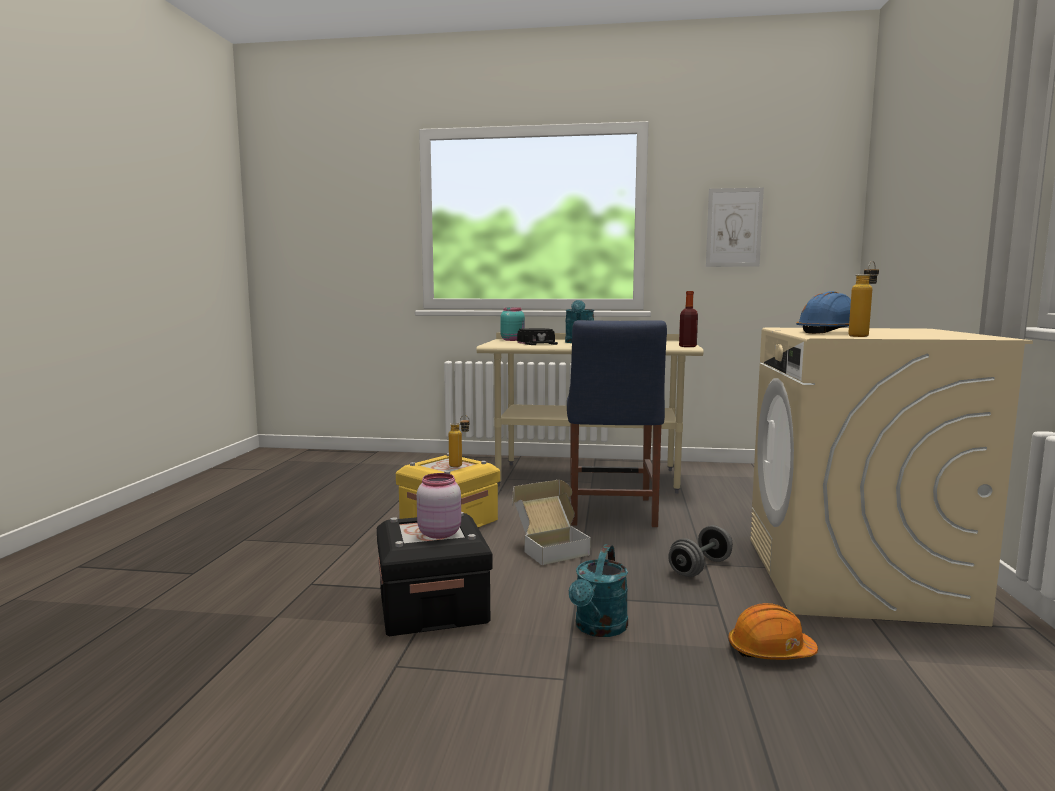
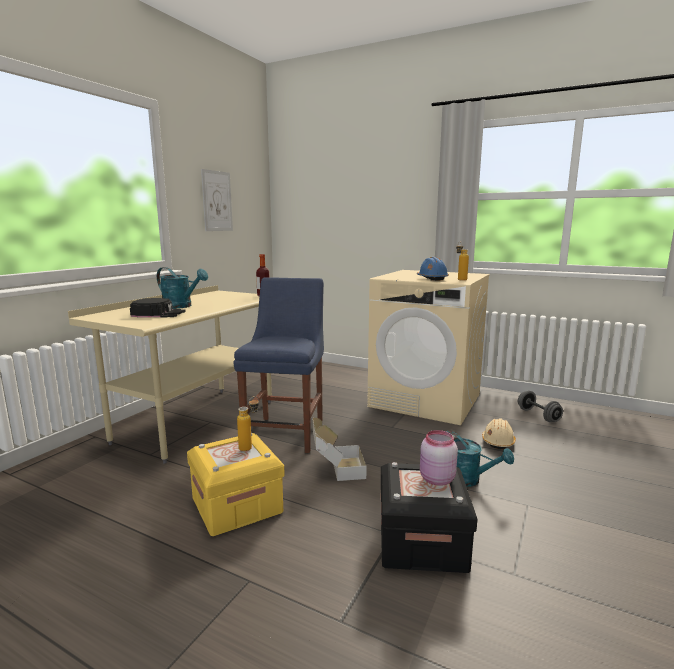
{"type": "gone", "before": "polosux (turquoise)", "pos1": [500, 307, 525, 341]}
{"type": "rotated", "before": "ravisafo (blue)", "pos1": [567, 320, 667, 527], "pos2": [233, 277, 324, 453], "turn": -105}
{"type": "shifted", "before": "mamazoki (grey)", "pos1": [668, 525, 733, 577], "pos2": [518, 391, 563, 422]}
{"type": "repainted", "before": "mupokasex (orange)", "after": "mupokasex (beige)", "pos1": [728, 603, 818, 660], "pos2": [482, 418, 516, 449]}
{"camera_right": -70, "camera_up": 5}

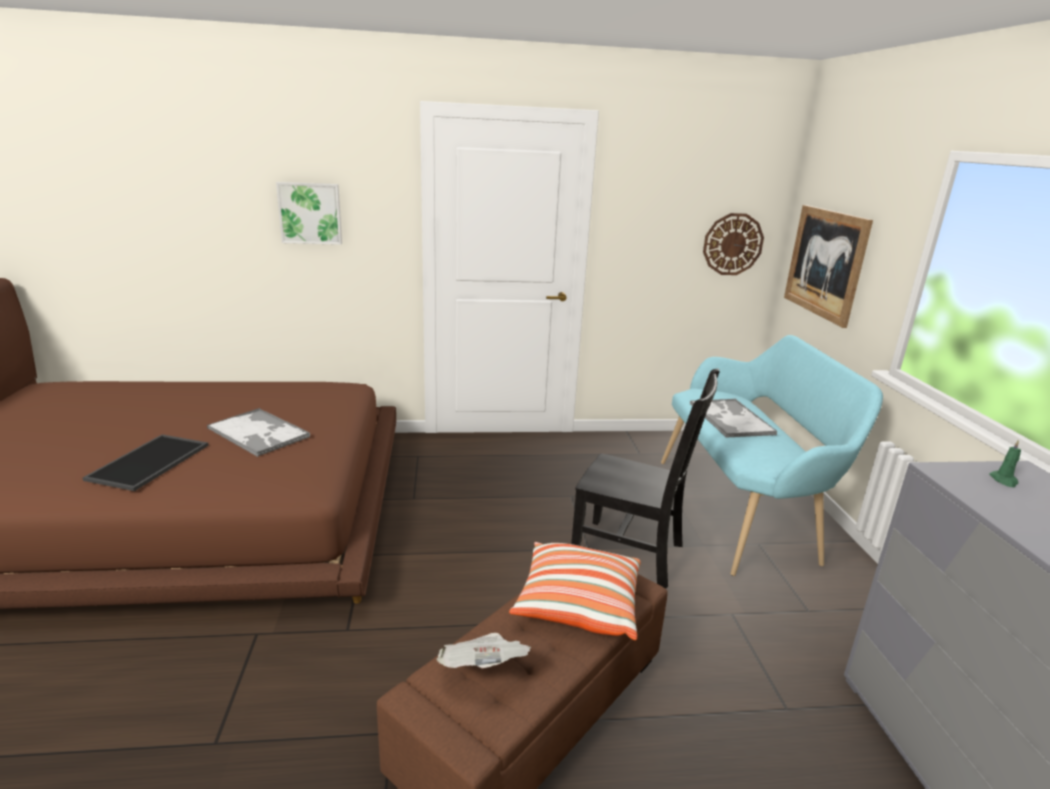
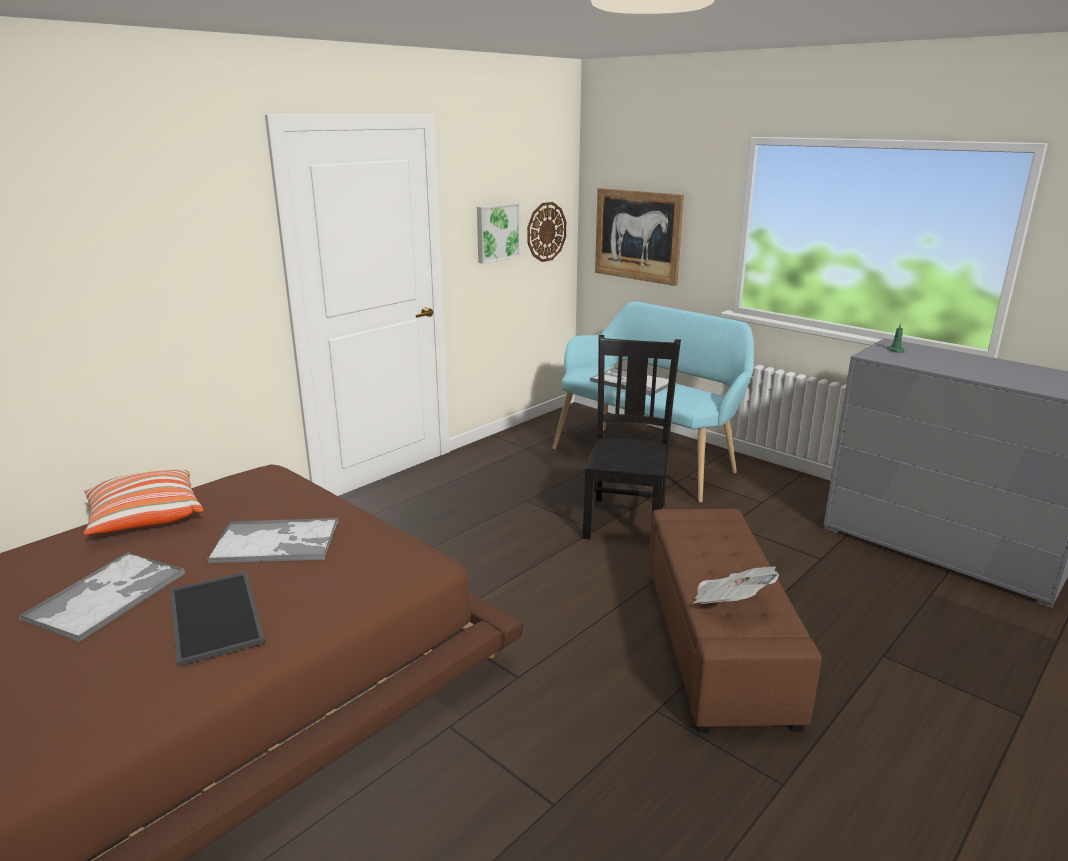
{"type": "shifted", "before": "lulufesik", "pos1": [276, 182, 342, 245], "pos2": [477, 203, 520, 264]}
{"type": "shifted", "before": "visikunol", "pos1": [509, 542, 640, 640], "pos2": [84, 470, 204, 535]}
{"type": "rotated", "before": "ravisafo (black)", "pos1": [571, 369, 720, 589], "pos2": [582, 335, 681, 539], "turn": -60}
{"type": "new", "after": "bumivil", "pos2": [19, 552, 185, 643]}
{"camera_right": -40, "camera_up": 0}

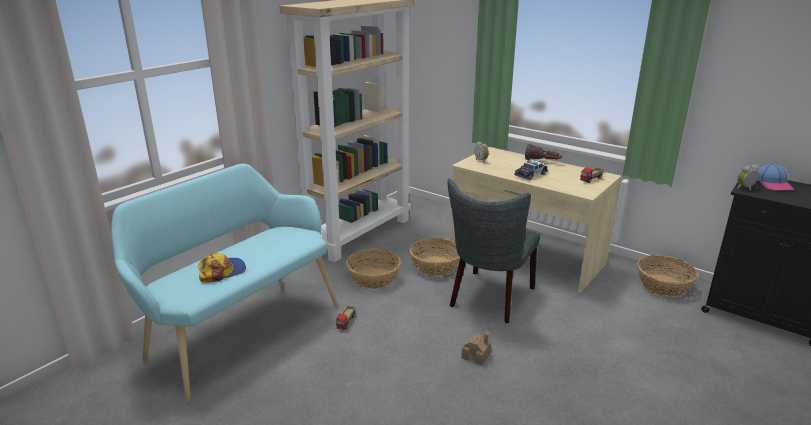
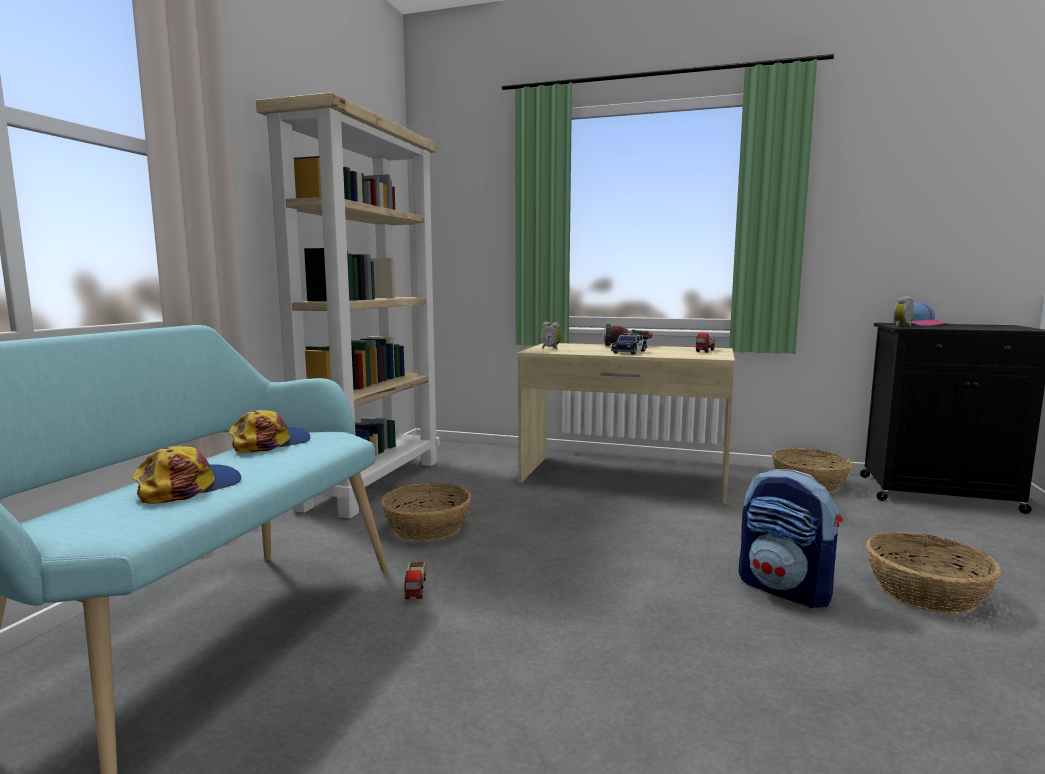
{"type": "shifted", "before": "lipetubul", "pos1": [410, 238, 460, 276], "pos2": [866, 532, 1001, 614]}
{"type": "gone", "before": "ravisafo (grey)", "pos1": [448, 178, 540, 323]}
{"type": "gone", "before": "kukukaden", "pos1": [461, 330, 491, 365]}
{"type": "new", "after": "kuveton", "pos2": [228, 410, 310, 453]}
{"type": "new", "after": "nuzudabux", "pos2": [738, 469, 843, 608]}
{"camera_right": -20, "camera_up": -15}

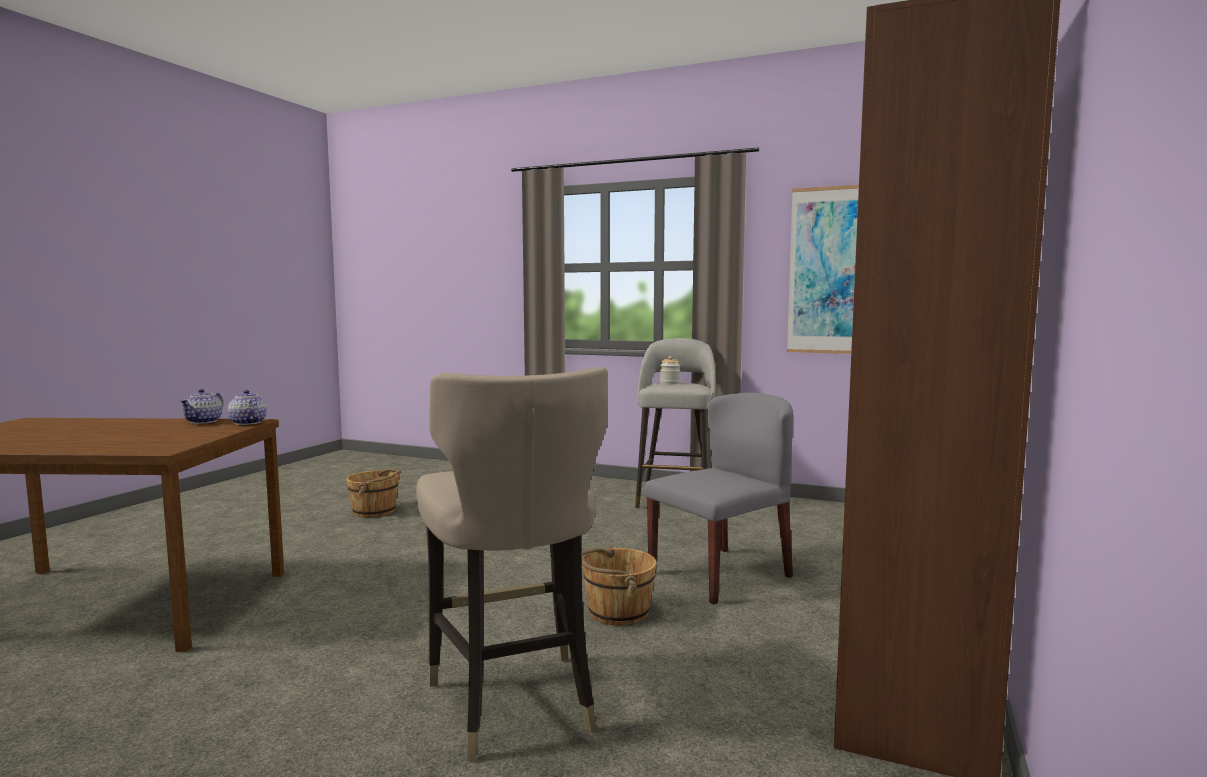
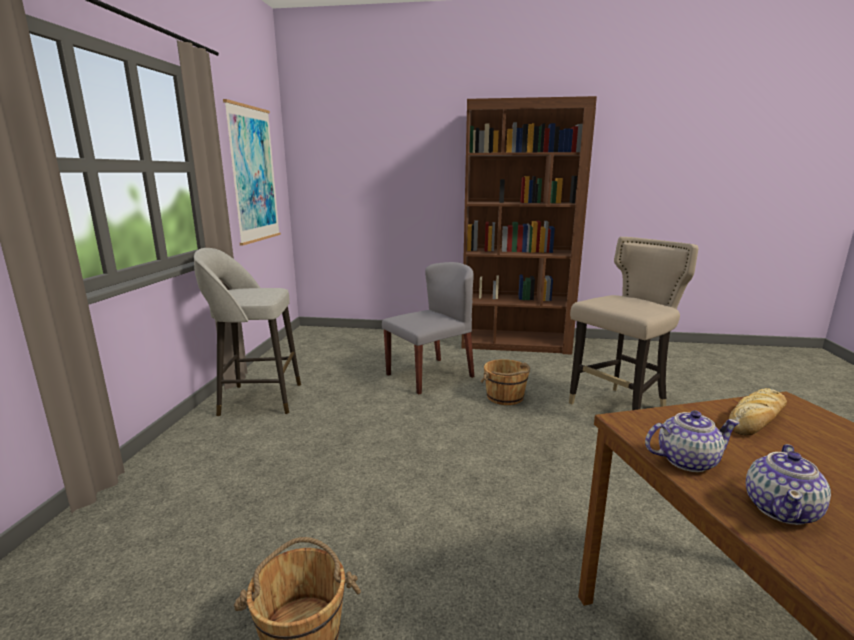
{"type": "shifted", "before": "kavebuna", "pos1": [228, 390, 267, 425], "pos2": [746, 444, 831, 525]}
{"type": "rotated", "before": "ravisafo (grey)", "pos1": [644, 393, 793, 605], "pos2": [382, 262, 474, 394], "turn": 105}
{"type": "gone", "before": "polosux", "pos1": [660, 356, 681, 384]}
{"type": "new", "after": "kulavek", "pos2": [729, 388, 787, 435]}
{"camera_right": -105, "camera_up": 10}

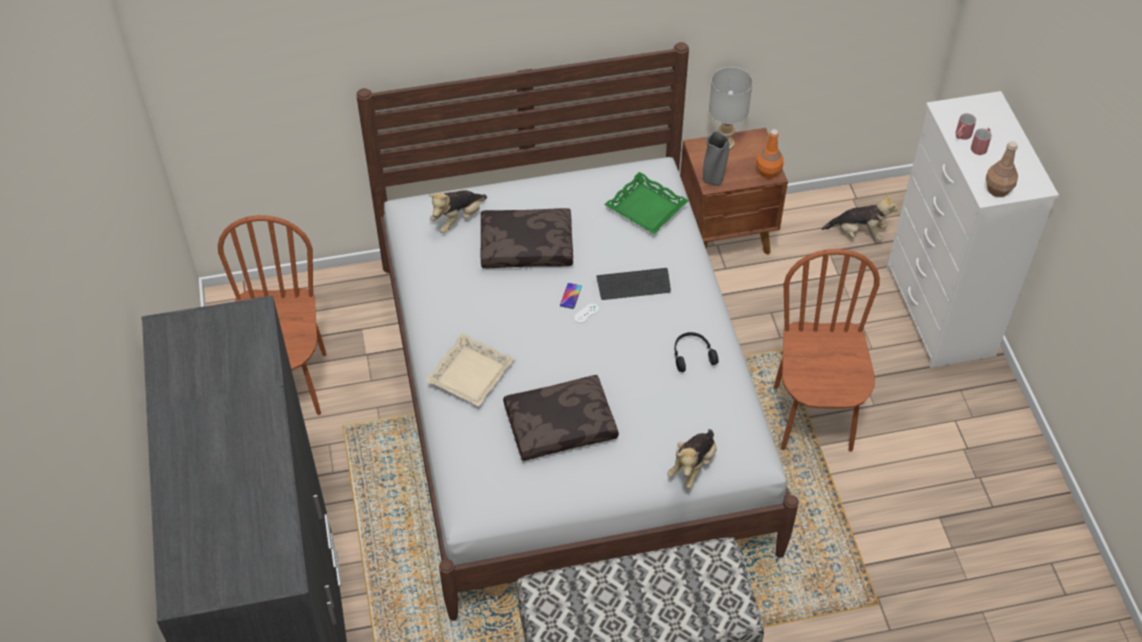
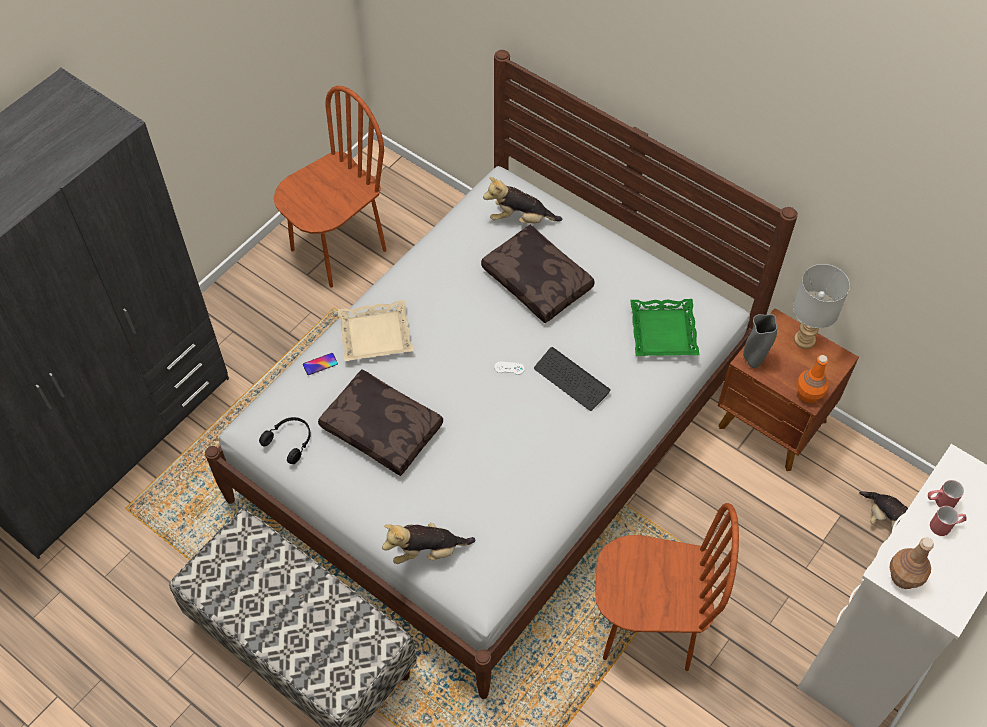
{"type": "shifted", "before": "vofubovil", "pos1": [560, 283, 582, 309], "pos2": [303, 353, 338, 375]}
{"type": "shifted", "before": "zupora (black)", "pos1": [675, 332, 719, 372], "pos2": [259, 417, 311, 464]}
{"type": "rotated", "before": "ravisafo (brown)", "pos1": [774, 249, 880, 452], "pos2": [595, 503, 739, 671], "turn": 45}
{"camera_right": 50, "camera_up": 5}

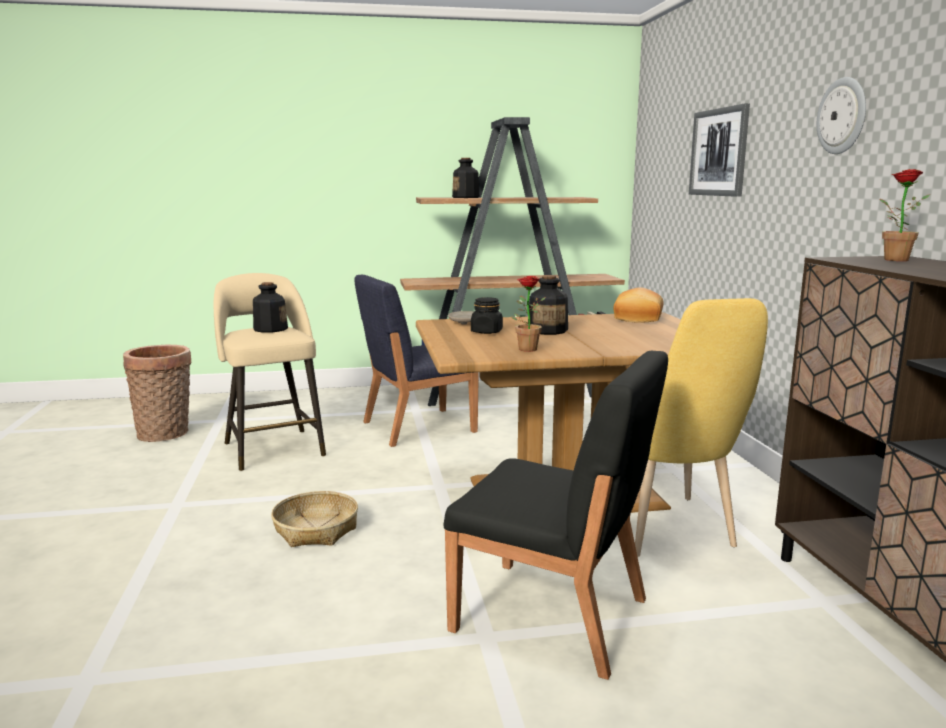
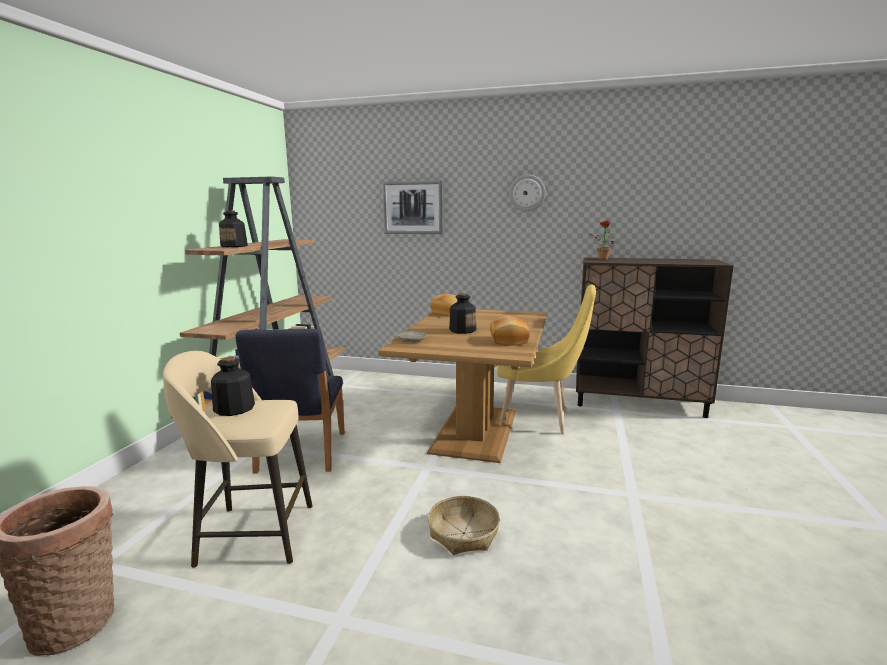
{"type": "gone", "before": "ravisafo (black)", "pos1": [444, 351, 668, 680]}
{"type": "gone", "before": "polosux (black)", "pos1": [471, 297, 503, 334]}
{"type": "swapped", "before": "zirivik", "after": "kulavek", "pos1": [511, 276, 546, 352], "pos2": [490, 316, 530, 346]}
{"camera_right": -65, "camera_up": 0}

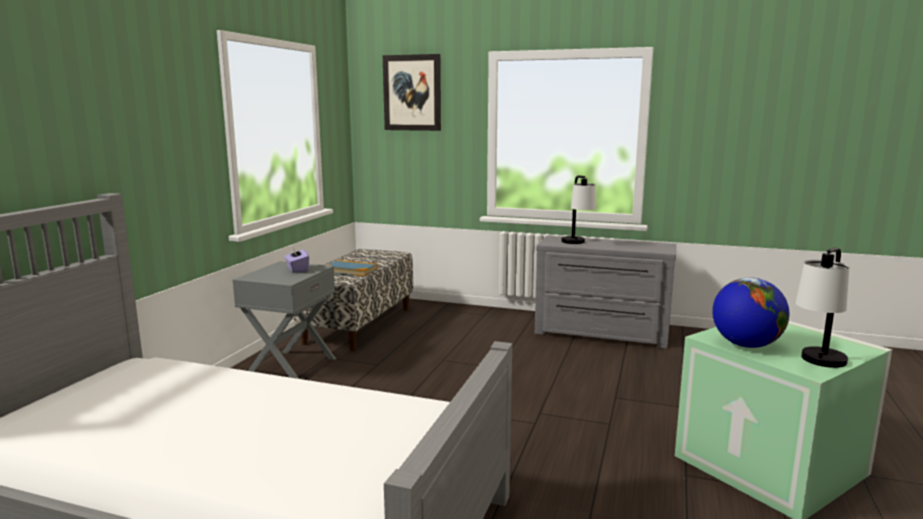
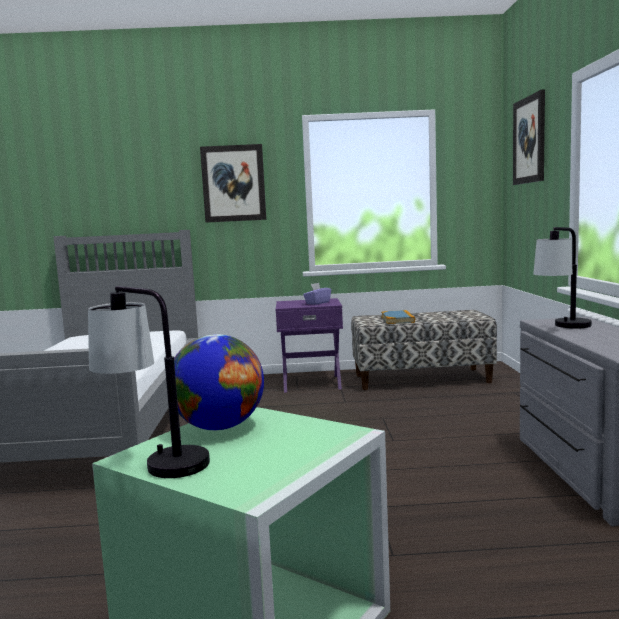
{"type": "repainted", "before": "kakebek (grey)", "after": "kakebek (purple)", "pos1": [233, 261, 336, 379], "pos2": [275, 298, 343, 393]}
{"type": "new", "after": "lulufesik", "pos2": [200, 144, 266, 223]}
{"camera_right": 70, "camera_up": -5}

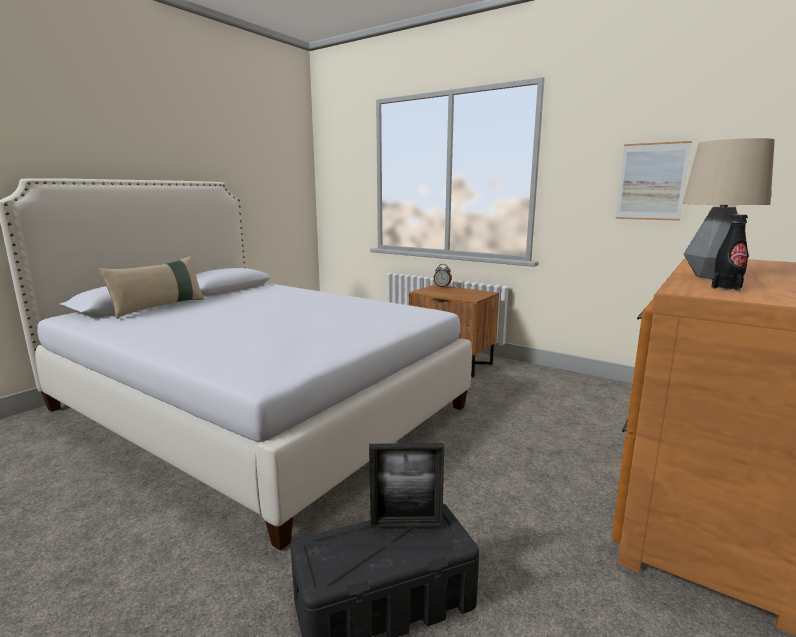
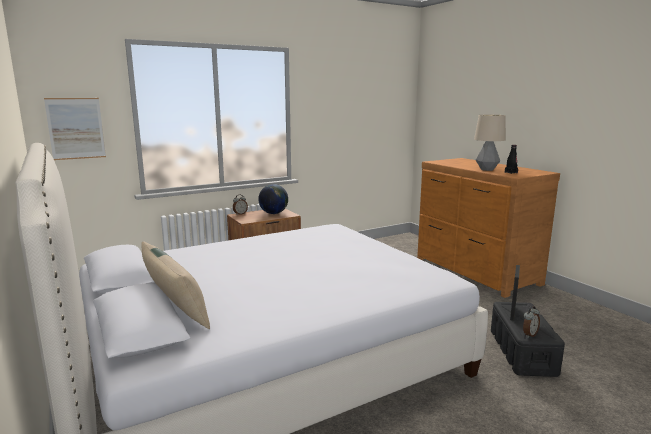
{"type": "shifted", "before": "lulufesik", "pos1": [616, 141, 692, 221], "pos2": [44, 98, 106, 160]}
{"type": "new", "after": "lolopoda", "pos2": [258, 184, 288, 214]}
{"type": "new", "after": "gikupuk", "pos2": [523, 306, 540, 338]}
{"camera_right": -65, "camera_up": 0}

